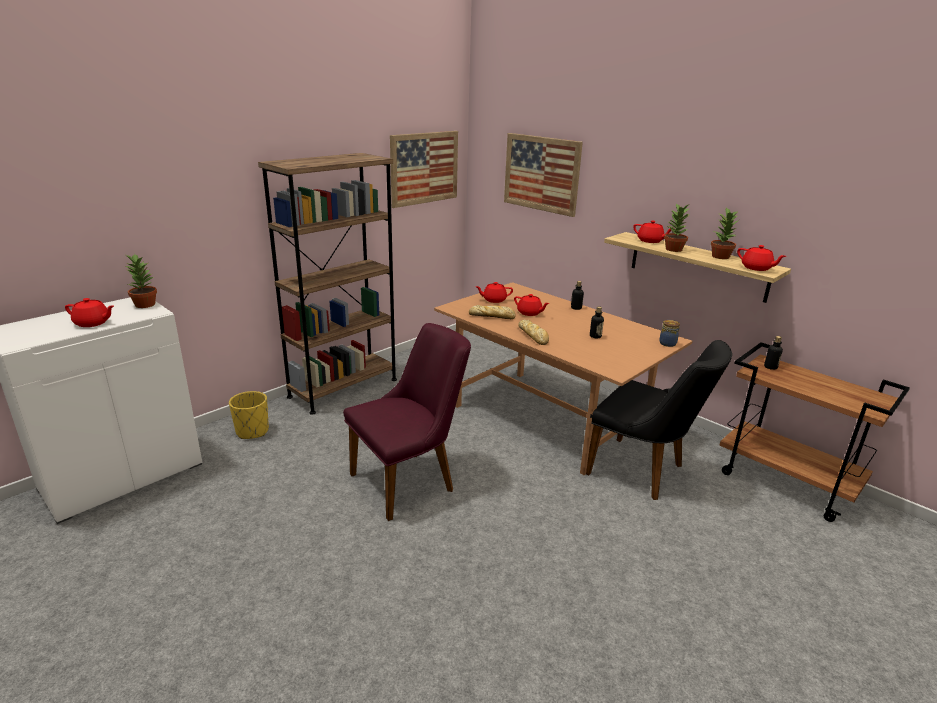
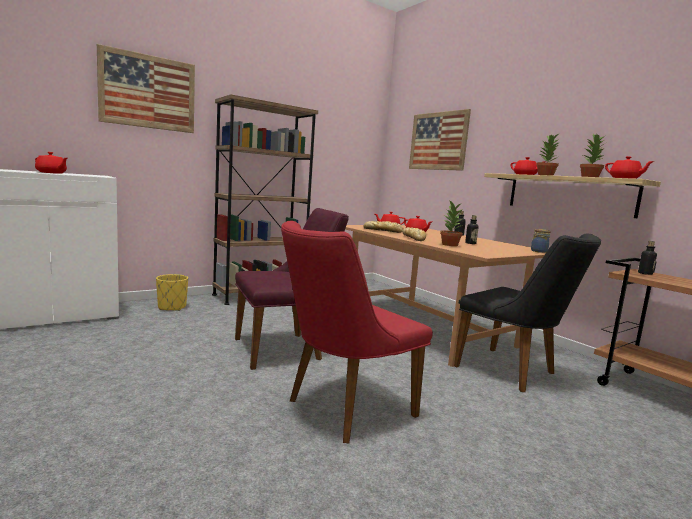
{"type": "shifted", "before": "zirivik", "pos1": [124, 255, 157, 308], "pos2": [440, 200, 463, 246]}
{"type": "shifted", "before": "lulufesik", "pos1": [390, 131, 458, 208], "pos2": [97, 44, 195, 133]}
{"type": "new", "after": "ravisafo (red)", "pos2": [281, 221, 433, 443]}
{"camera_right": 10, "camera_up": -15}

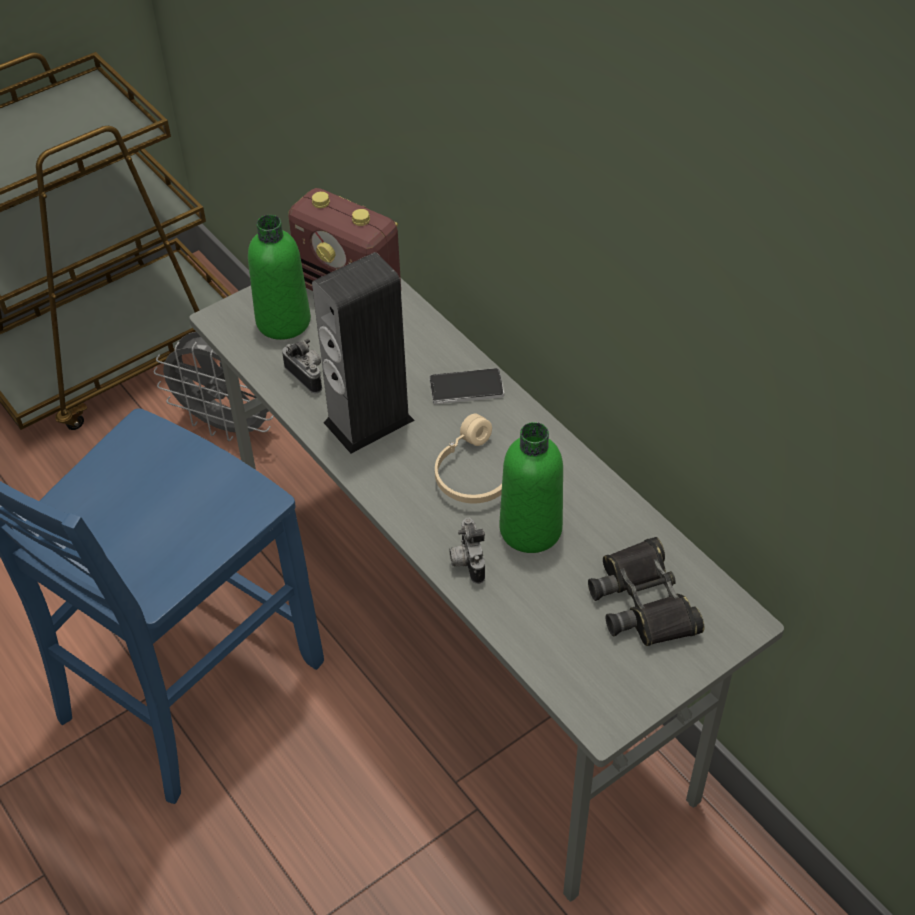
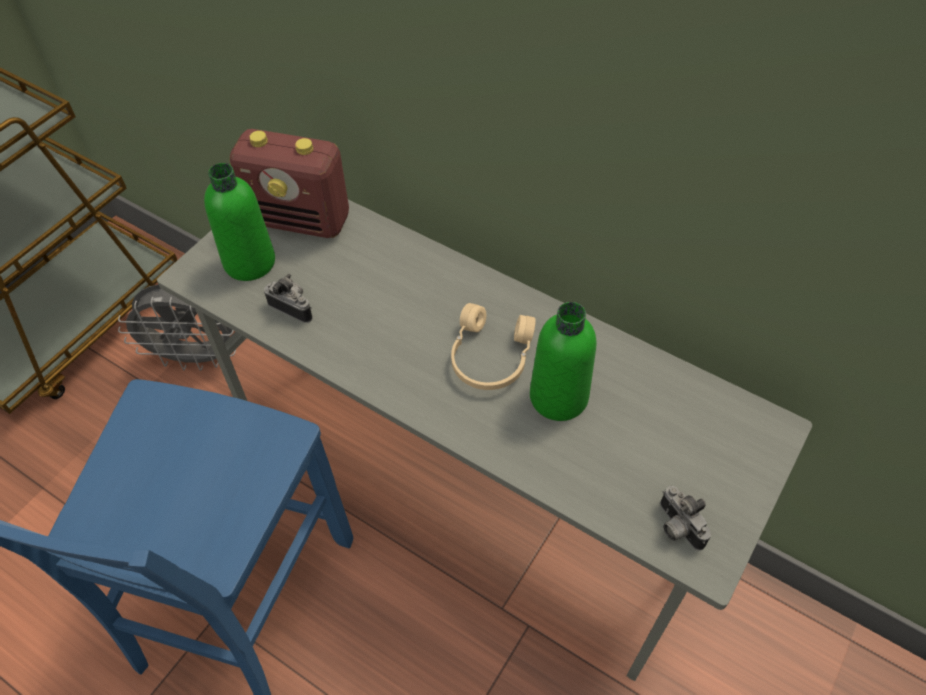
{"type": "gone", "before": "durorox", "pos1": [312, 252, 415, 454]}
{"type": "gone", "before": "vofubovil", "pos1": [429, 368, 504, 404]}
{"type": "shifted", "before": "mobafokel", "pos1": [449, 518, 485, 584], "pos2": [660, 486, 711, 550]}
{"type": "gone", "before": "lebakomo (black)", "pos1": [588, 537, 704, 646]}
{"camera_right": -20, "camera_up": 5}

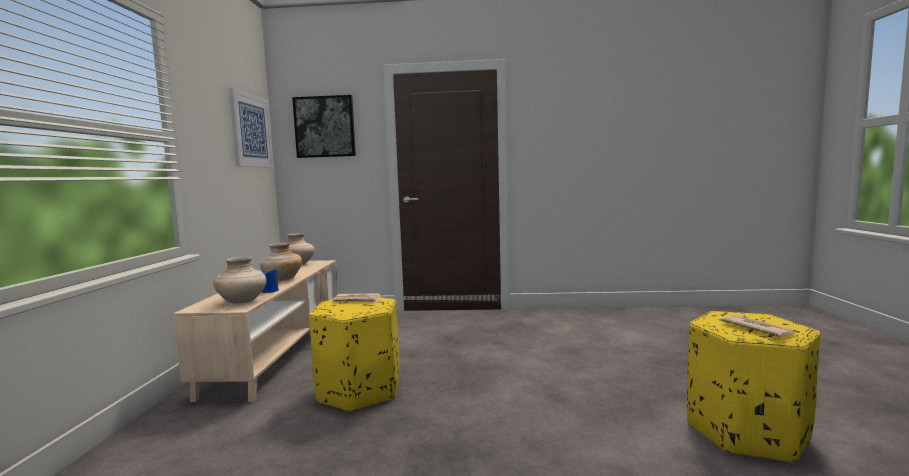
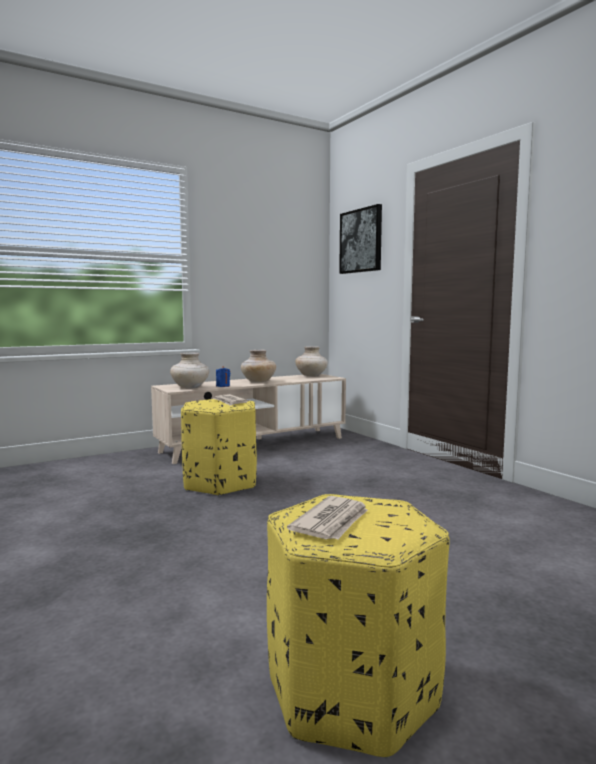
{"type": "gone", "before": "lulufesik", "pos1": [229, 87, 274, 168]}
{"camera_right": 55, "camera_up": 0}

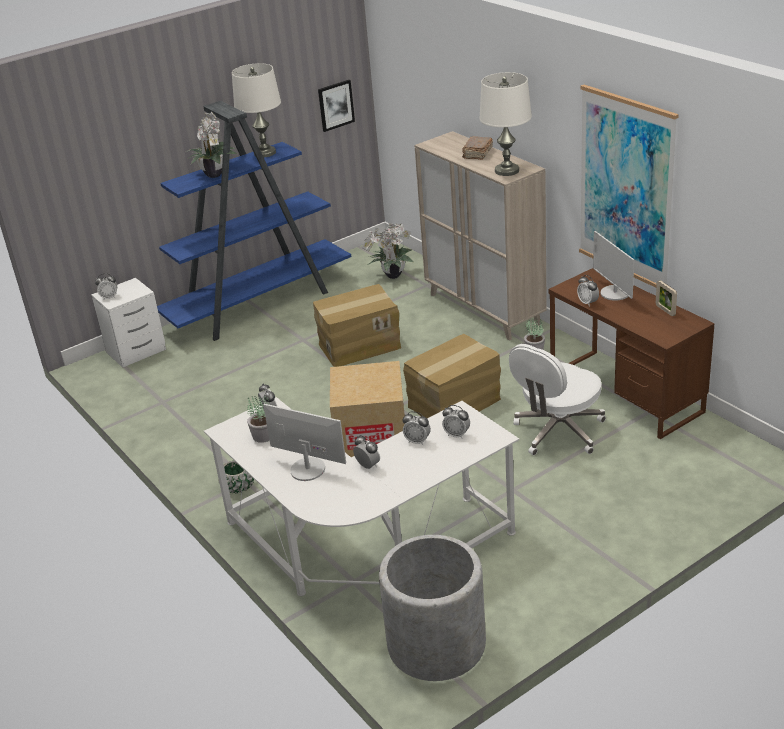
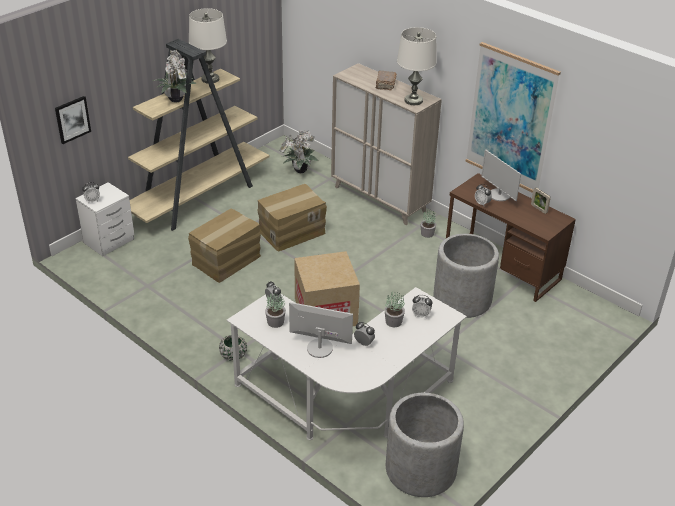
{"type": "repainted", "before": "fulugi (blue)", "after": "fulugi (beige)", "pos1": [157, 101, 351, 341], "pos2": [128, 39, 269, 231]}
{"type": "shifted", "before": "lulufesik", "pos1": [318, 80, 355, 132], "pos2": [55, 96, 91, 144]}
{"type": "swapped", "before": "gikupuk", "after": "zirivik", "pos1": [402, 411, 431, 445], "pos2": [385, 291, 405, 327]}
{"type": "shifted", "before": "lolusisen", "pos1": [403, 334, 501, 418], "pos2": [188, 208, 261, 283]}
{"type": "swapped", "before": "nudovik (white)", "after": "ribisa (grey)", "pos1": [509, 344, 606, 455], "pos2": [433, 234, 499, 318]}
{"camera_right": -15, "camera_up": 5}

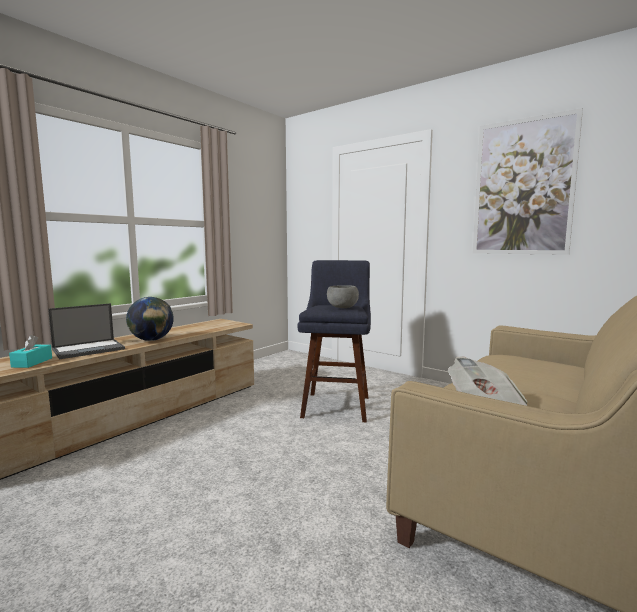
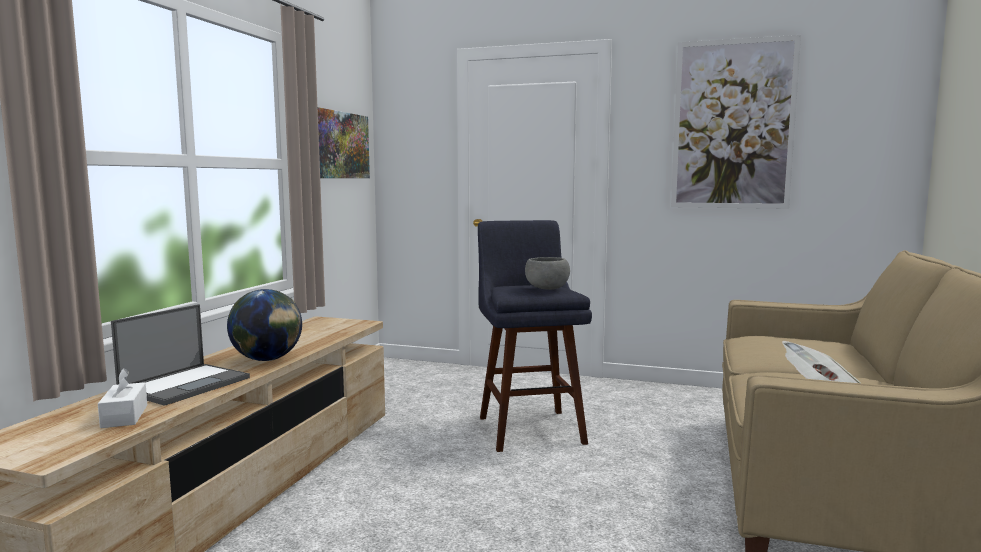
{"type": "repainted", "before": "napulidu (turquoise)", "after": "napulidu (white)", "pos1": [9, 335, 52, 368], "pos2": [98, 368, 147, 428]}
{"type": "new", "after": "lulufesik", "pos2": [318, 107, 370, 178]}
{"camera_right": -20, "camera_up": 0}

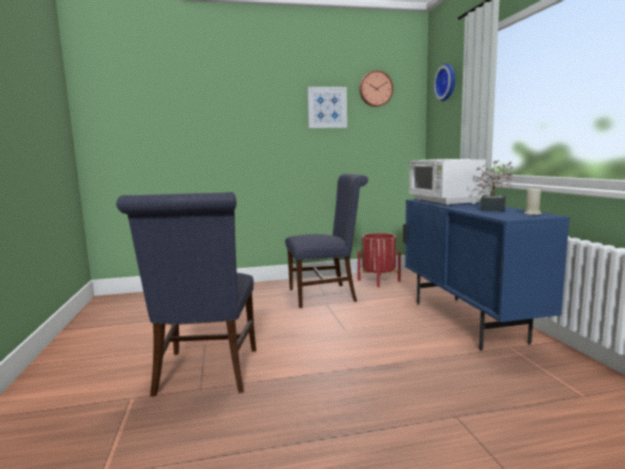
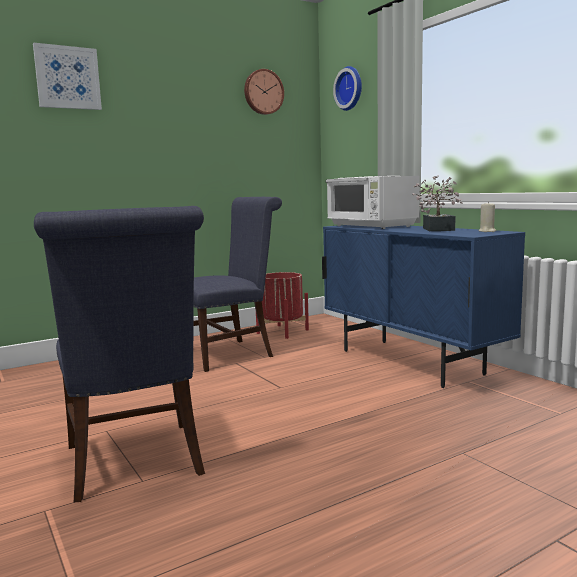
{"type": "shifted", "before": "lulufesik", "pos1": [307, 87, 347, 128], "pos2": [33, 42, 102, 110]}
{"camera_right": -20, "camera_up": 0}

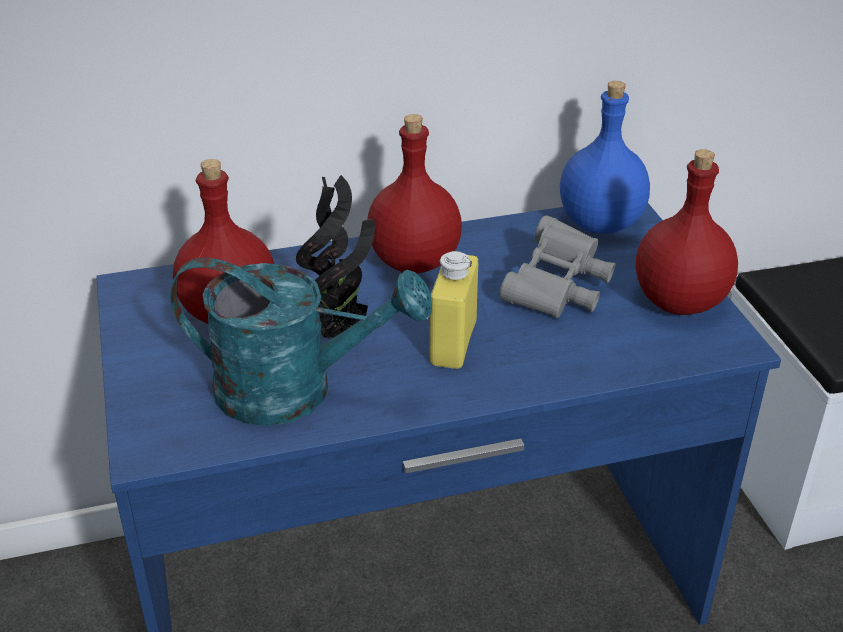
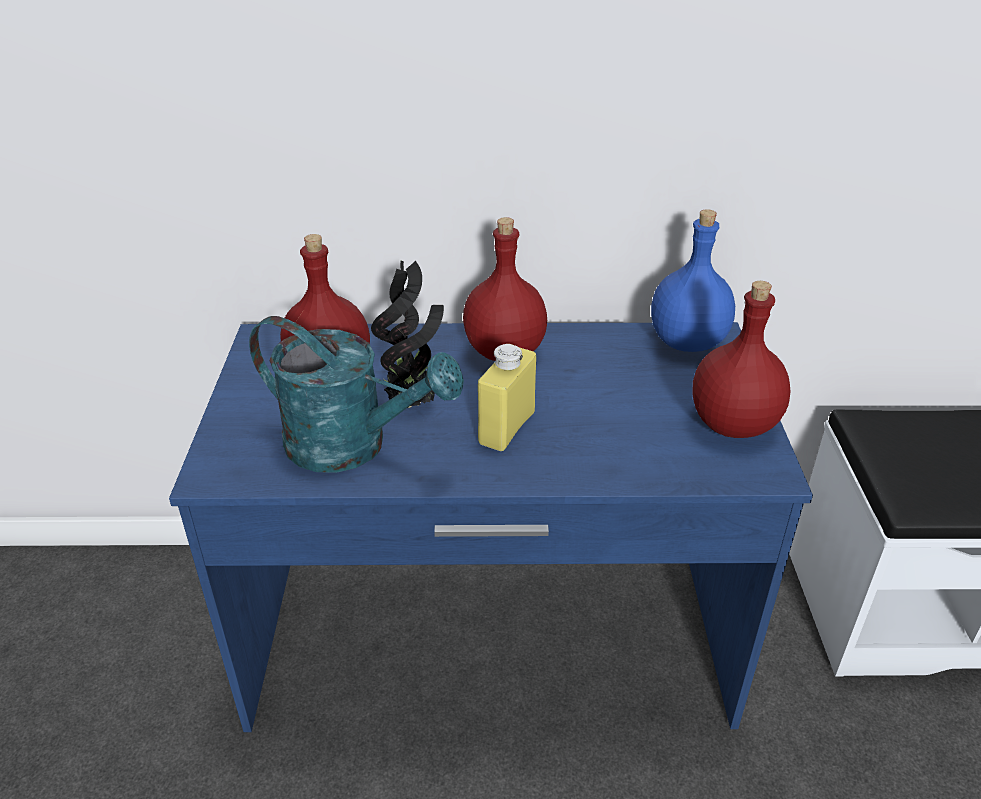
{"type": "gone", "before": "lebakomo (grey)", "pos1": [499, 215, 615, 318]}
{"camera_right": 15, "camera_up": 0}

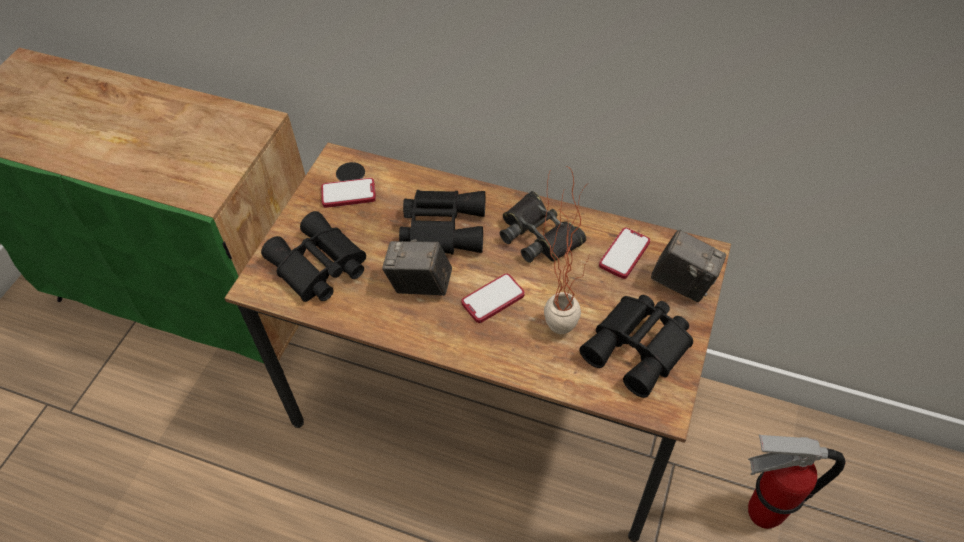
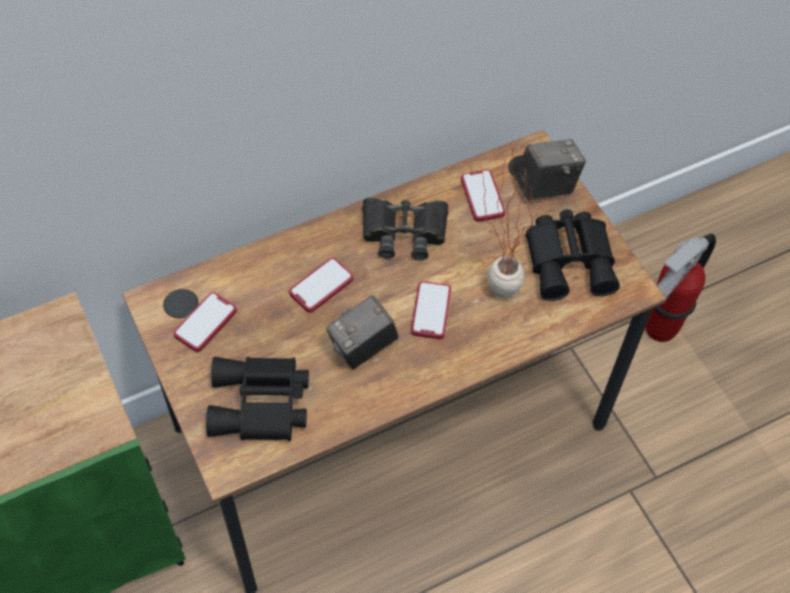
{"type": "swapped", "before": "lebakomo (black)", "after": "vofubovil", "pos1": [399, 190, 485, 255], "pos2": [289, 258, 353, 313]}
{"camera_right": -50, "camera_up": 5}

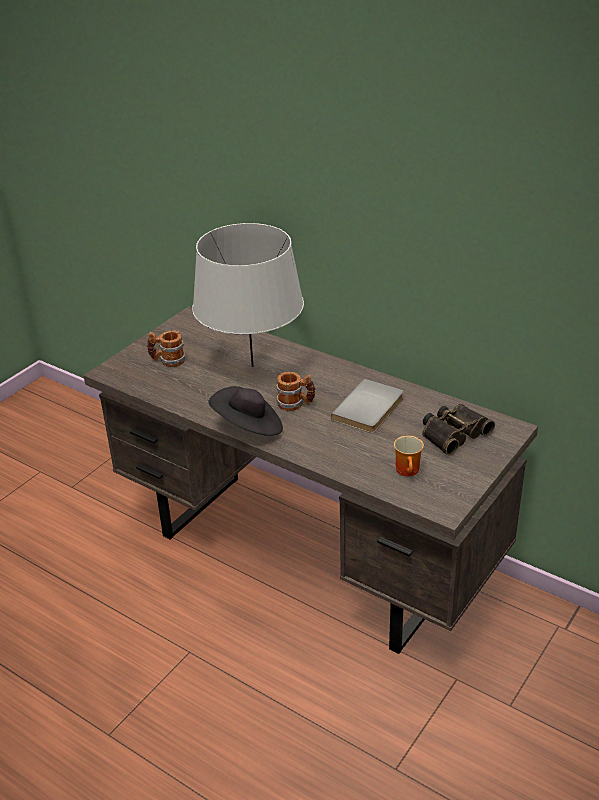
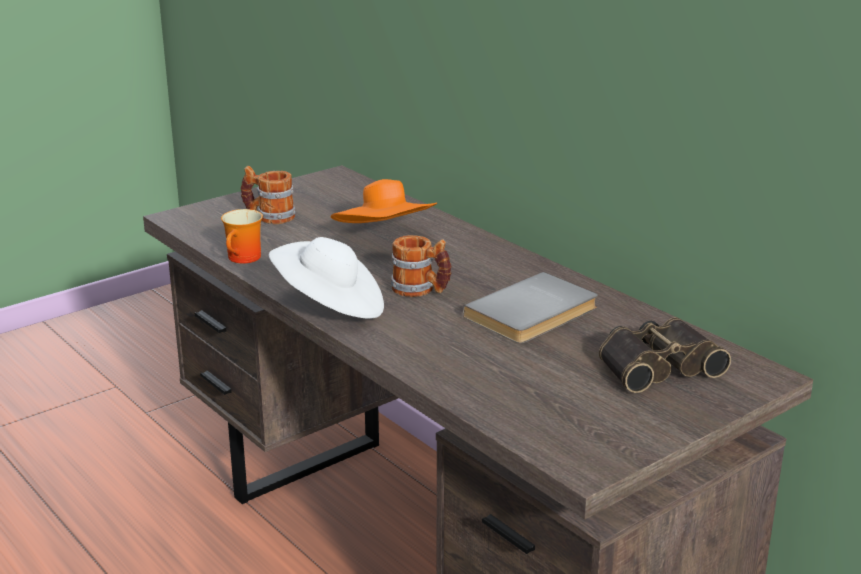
{"type": "swapped", "before": "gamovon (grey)", "after": "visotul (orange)", "pos1": [192, 223, 304, 367], "pos2": [331, 179, 437, 223]}
{"type": "repainted", "before": "visotul (black)", "after": "visotul (white)", "pos1": [208, 386, 283, 436], "pos2": [269, 237, 384, 319]}
{"type": "shifted", "before": "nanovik", "pos1": [394, 436, 424, 477], "pos2": [221, 209, 263, 264]}
{"camera_right": 15, "camera_up": -10}

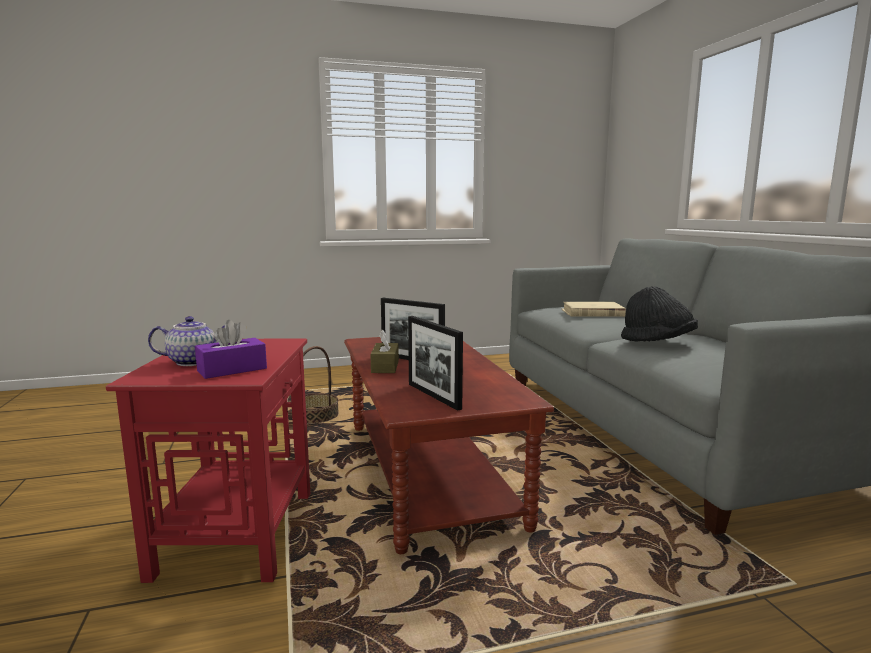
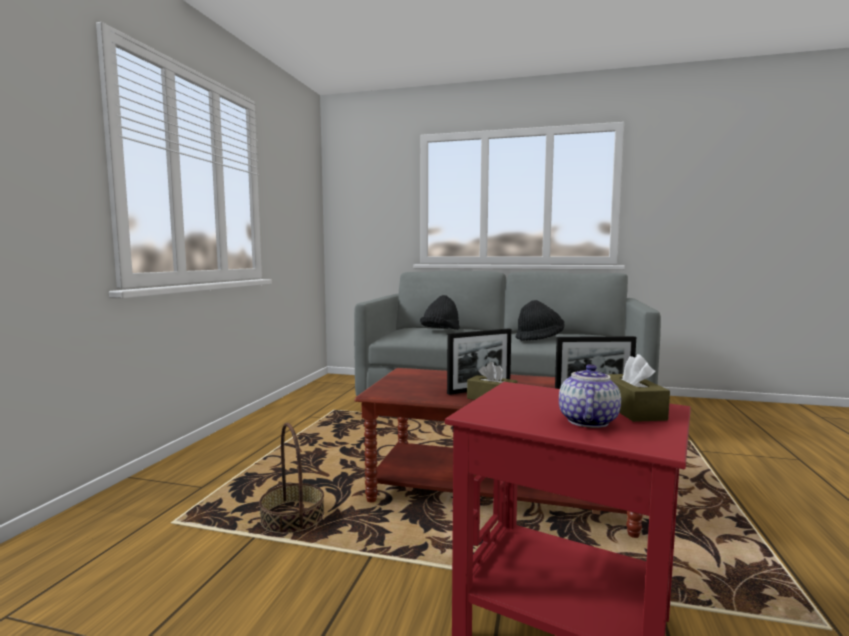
{"type": "repainted", "before": "napulidu (purple)", "after": "napulidu (brown)", "pos1": [195, 320, 267, 379], "pos2": [607, 354, 670, 422]}
{"type": "swapped", "before": "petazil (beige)", "after": "visotul (black)", "pos1": [562, 302, 626, 317], "pos2": [420, 295, 460, 330]}
{"camera_right": -60, "camera_up": -5}

